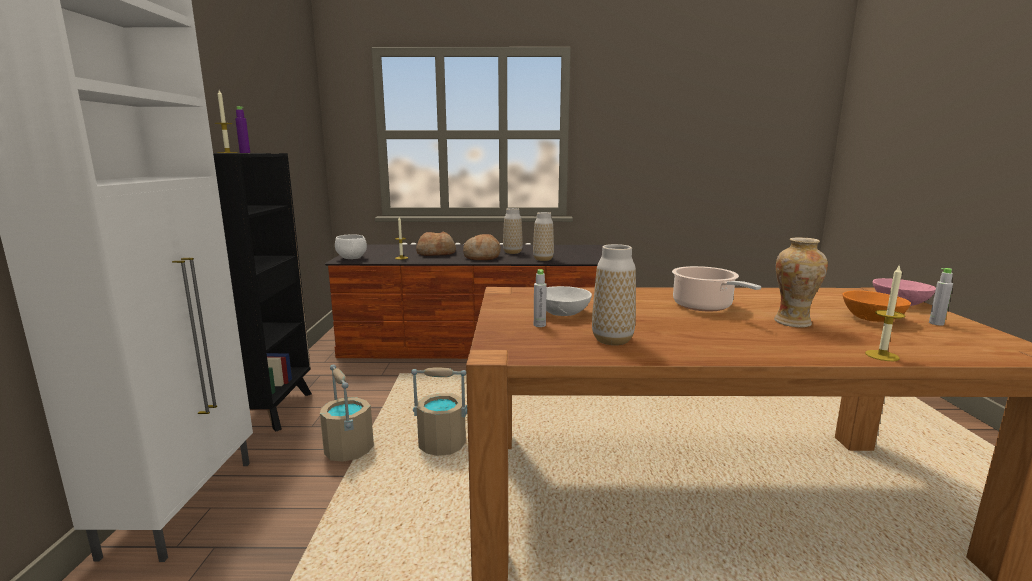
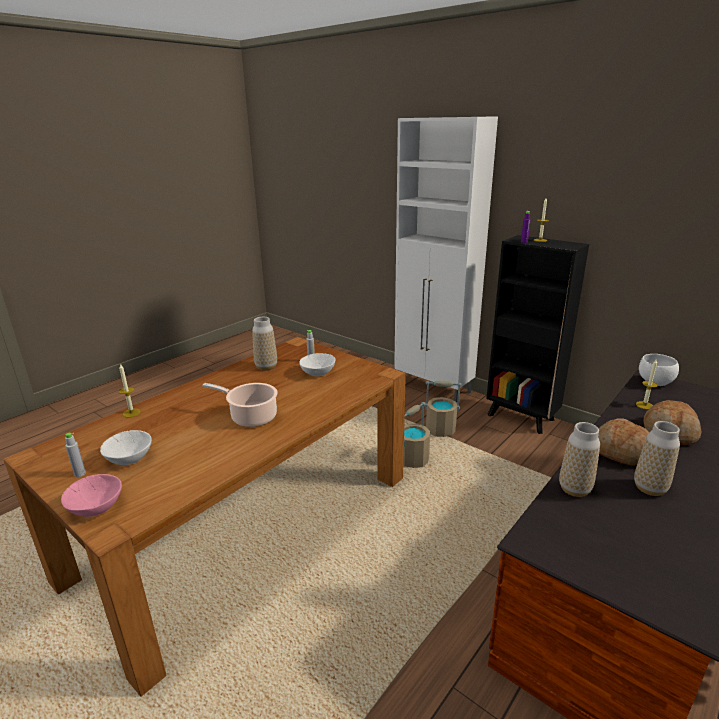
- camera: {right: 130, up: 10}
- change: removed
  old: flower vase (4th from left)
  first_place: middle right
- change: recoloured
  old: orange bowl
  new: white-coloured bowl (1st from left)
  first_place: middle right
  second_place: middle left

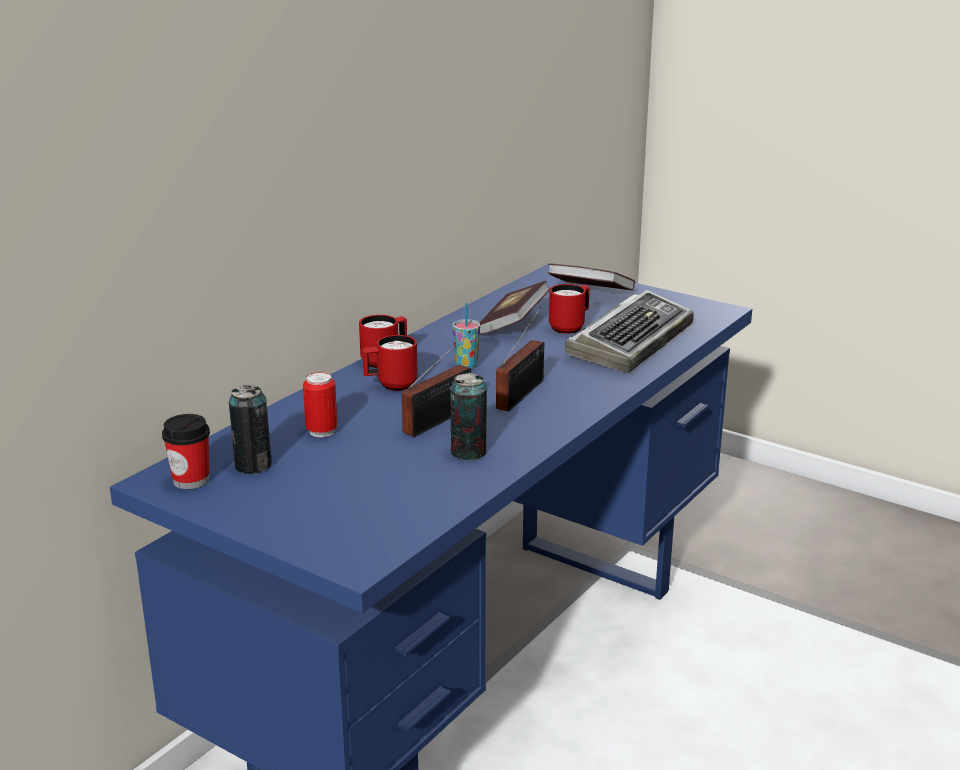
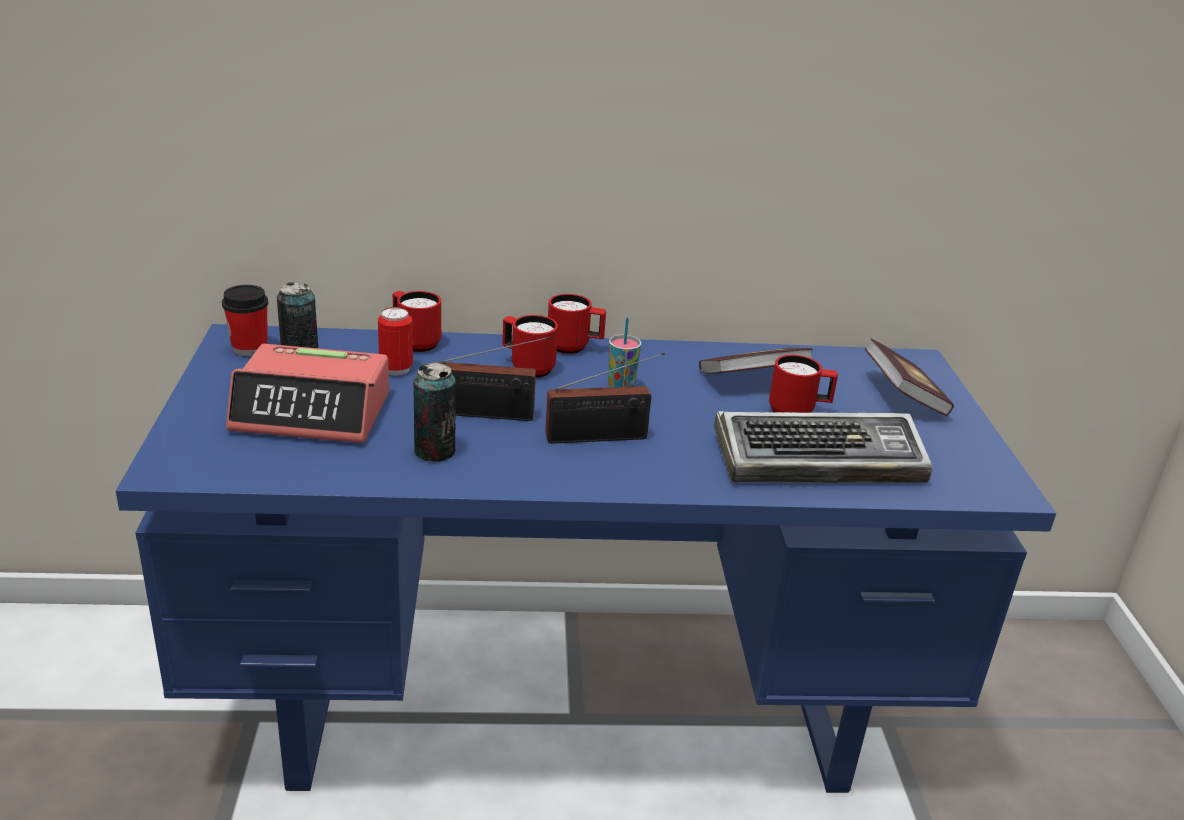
- camera: {right: 50, up: 5}
- change: added
  new: bedside clock
  second_place: middle left
- change: added
  new: red coffee mug (1st from left)
  second_place: centre

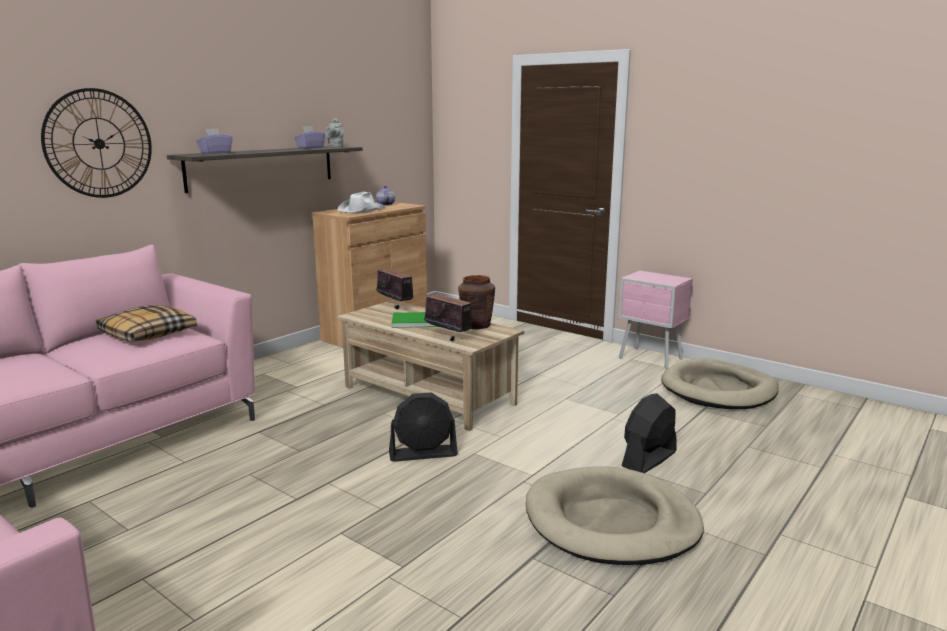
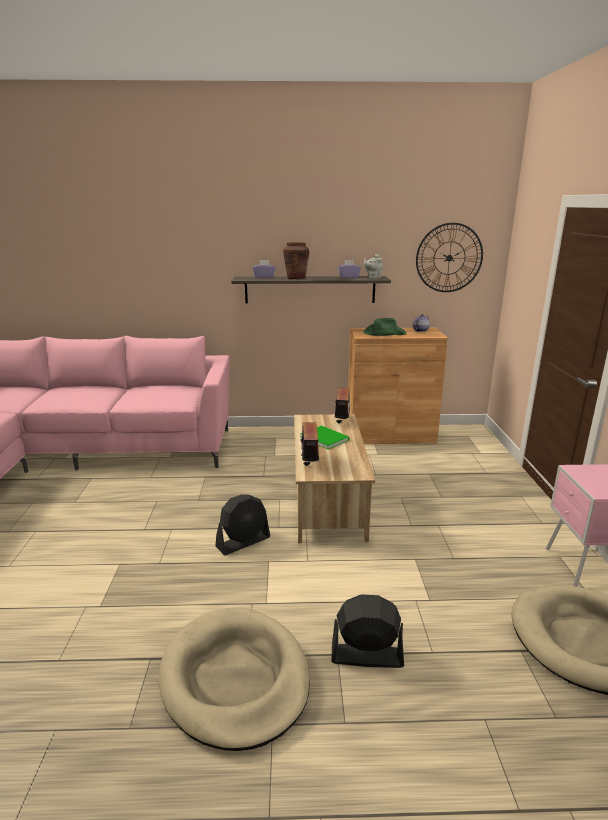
- camera: {right: 50, up: 5}
- change: moved
  old: hanging clock
  first_place: top left
  second_place: top right
- change: removed
  old: throw pillow
  first_place: middle left
- change: recoloured
  old: white-coloured wearable hat
  new: green-coloured wearable hat
  first_place: top centre
  second_place: centre
- change: turned
  old: black cooling fan (1st from left)
  first_place: bottom centre
  second_place: centre
  degrees: -75
- change: moved
  old: brownish flower vase
  first_place: centre
  second_place: top centre

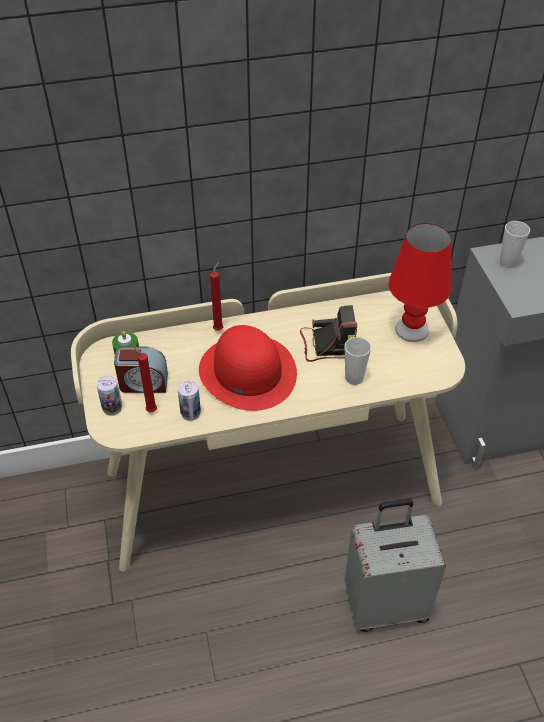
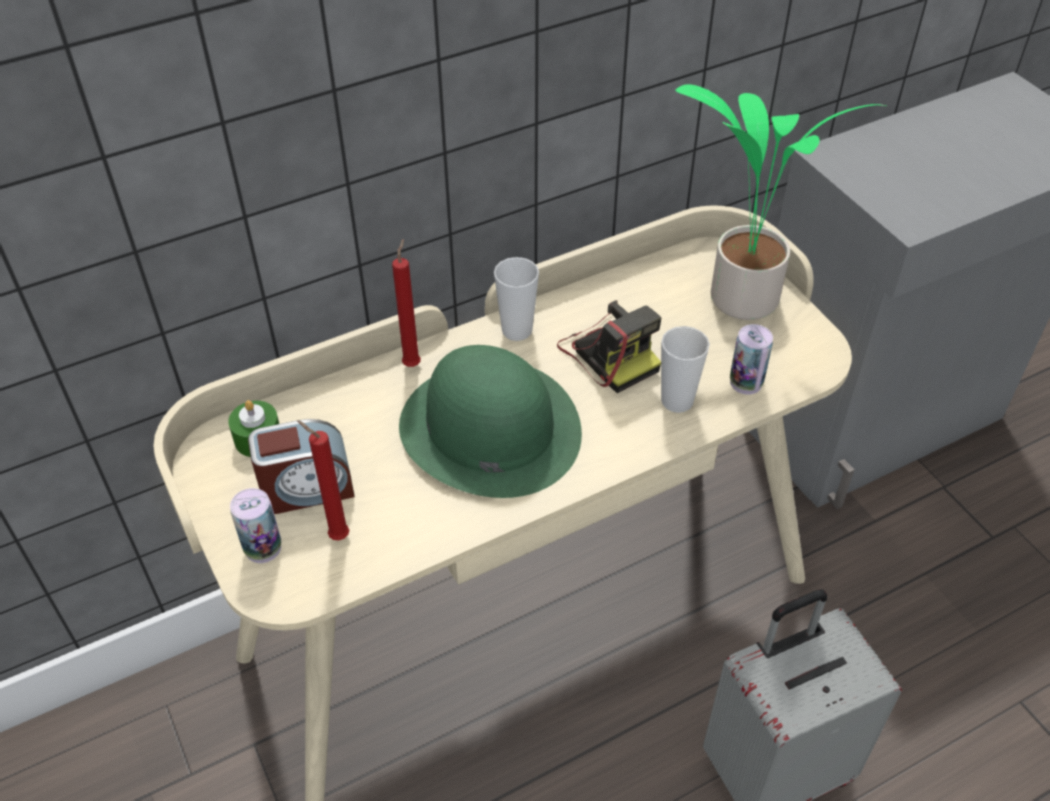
- camera: {right: -15, up: 0}
- change: moved
  old: can (2nd from left)
  first_place: centre
  second_place: middle right
- change: recoloured
  old: red wearable hat
  new: green-coloured wearable hat
  first_place: centre
  second_place: centre
- change: turned
  old: photo camera
  first_place: centre
  second_place: centre
  degrees: 75
- change: replaced
  old: red lamp for a table
  new: potted plant
  first_place: middle right
  second_place: top right
- change: moved
  old: cup (2nd from left in the first image)
  new: cup (1st from left)
  first_place: middle right
  second_place: centre

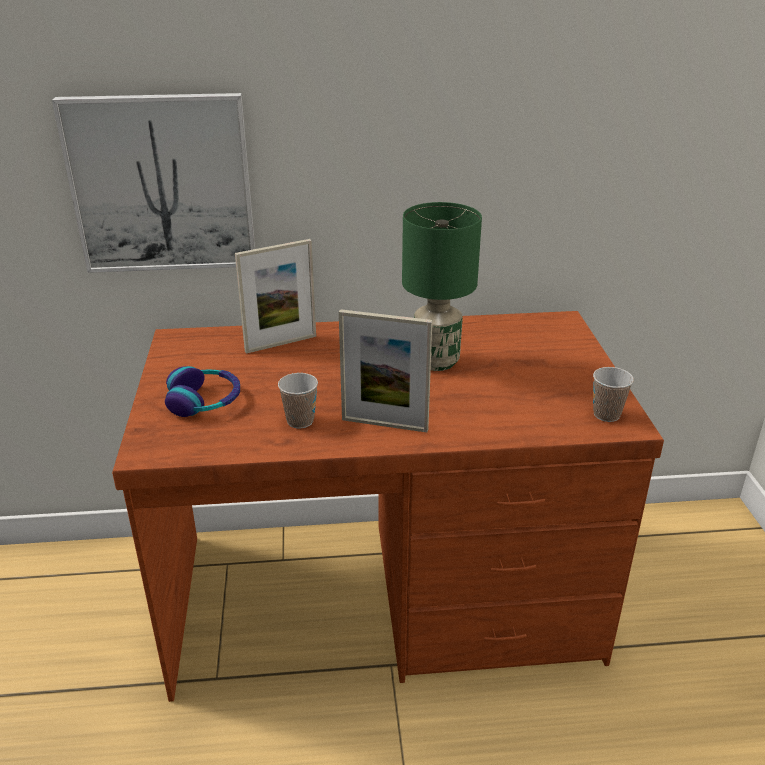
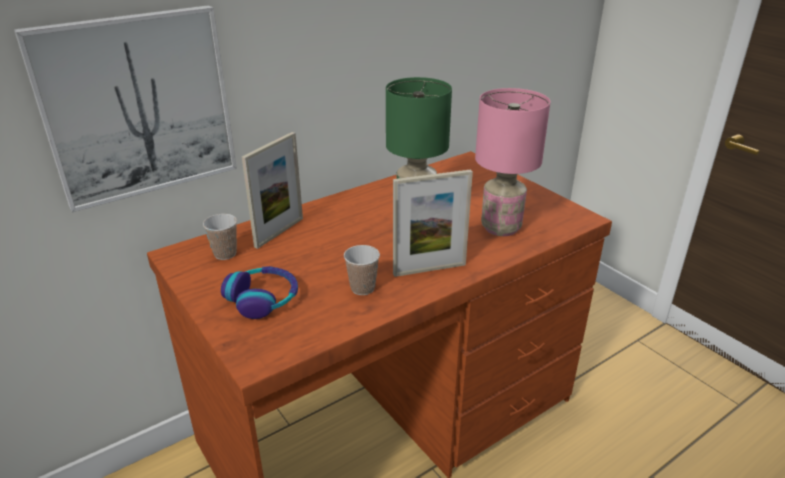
- camera: {right: -30, up: 0}
- change: moved
  old: cup (2nd from left in the first image)
  new: cup (1st from left)
  first_place: middle right
  second_place: middle left
- change: added
  new: pink lamp for a table
  second_place: centre

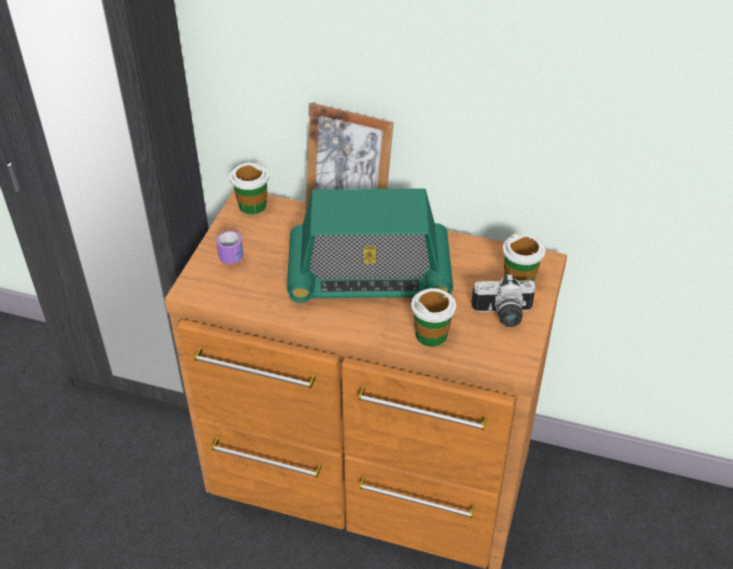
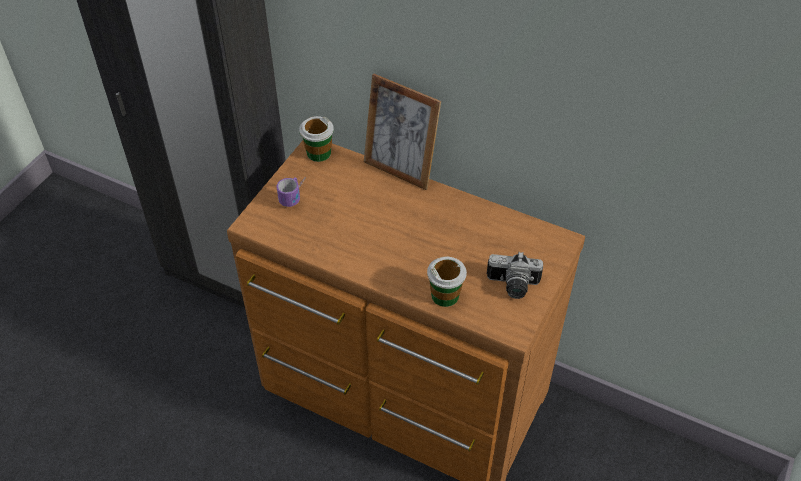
- camera: {right: 10, up: 5}
- change: removed
  old: radio
  first_place: centre
- change: removed
  old: cup (3rd from left)
  first_place: middle right

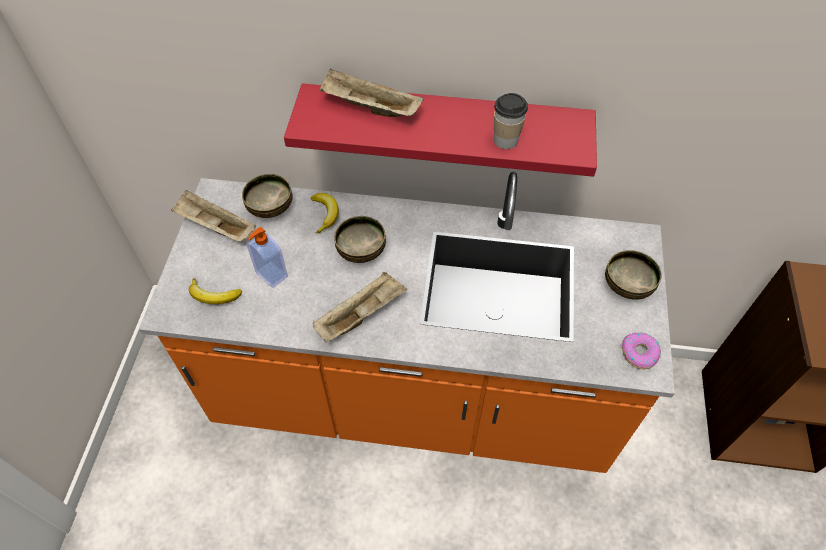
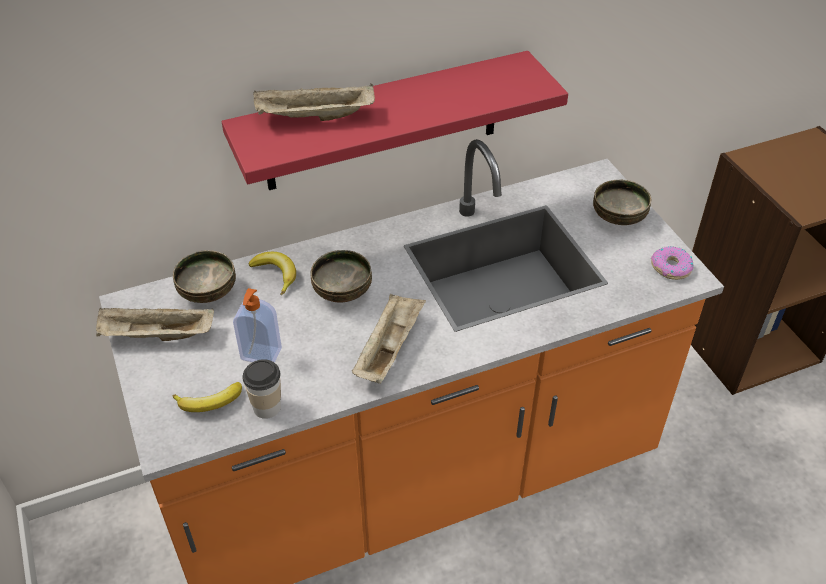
- camera: {right: -30, up: -10}
- change: moved
  old: cup
  first_place: top centre
  second_place: middle left

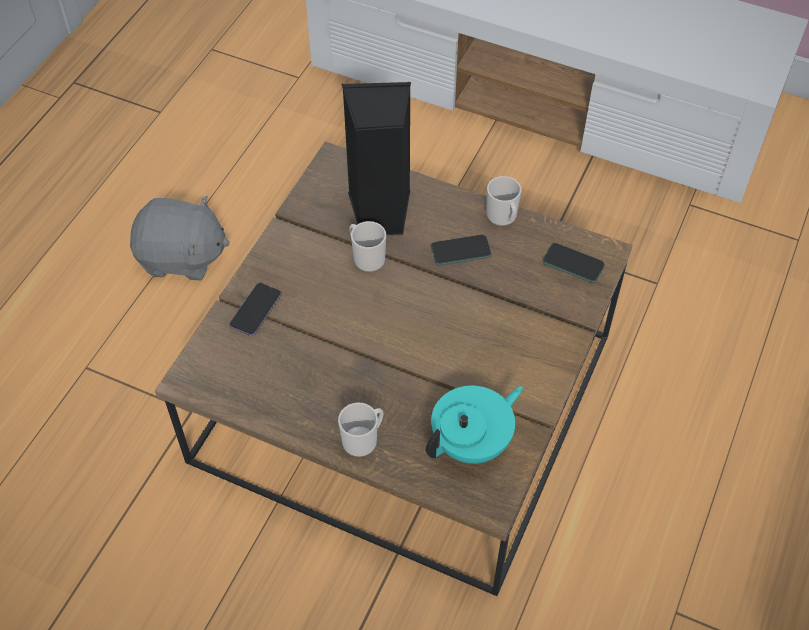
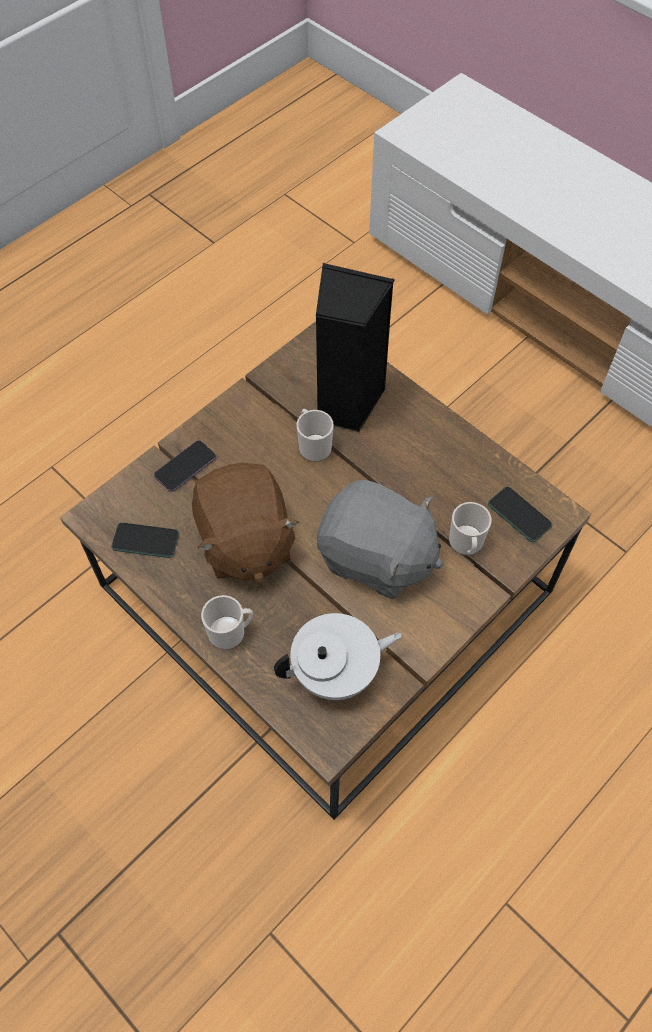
- camera: {right: 20, up: 5}
- change: moved
  old: greyish plush toy
  first_place: middle left
  second_place: centre
- change: recoloured
  old: blue-green teapot
  new: white-coloured teapot
  first_place: bottom centre
  second_place: centre
- change: moved
  old: phone (2nd from left in the first image)
  new: phone (1st from left)
  first_place: centre
  second_place: middle left
- change: moved
  old: coffee mug (3rd from left)
  first_place: top centre
  second_place: middle right
- change: added
  new: brownish plush toy
  second_place: centre

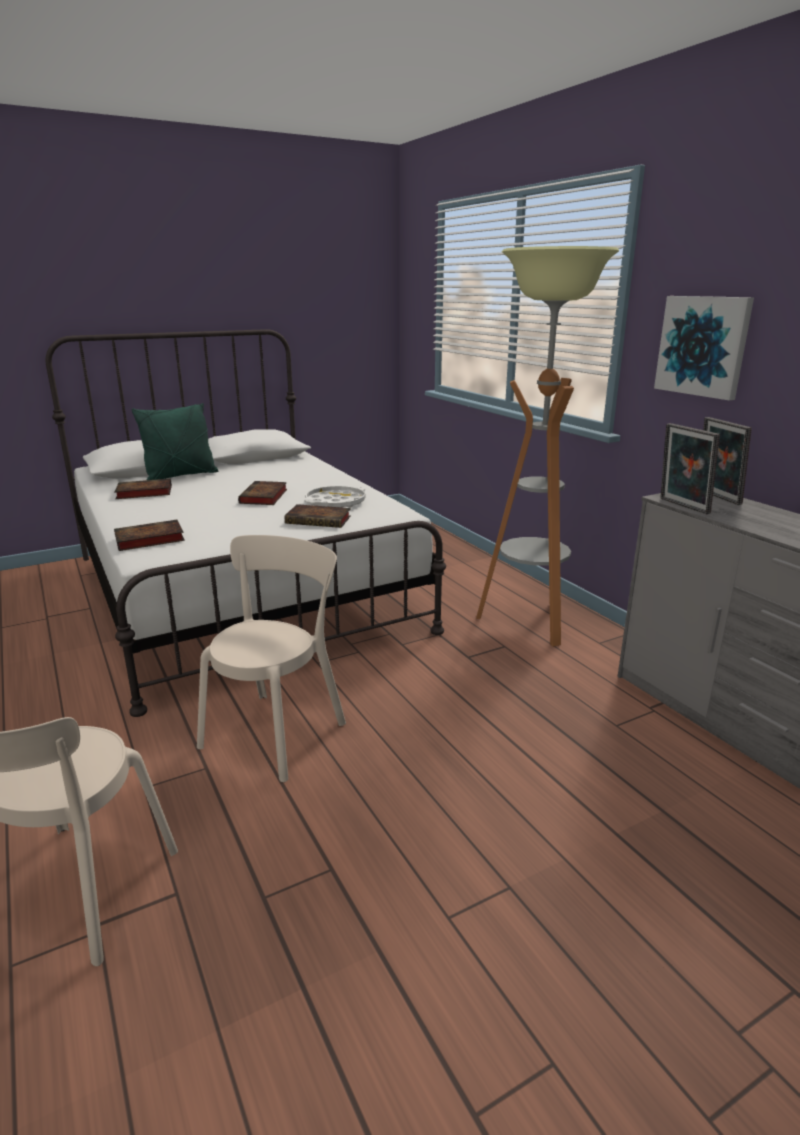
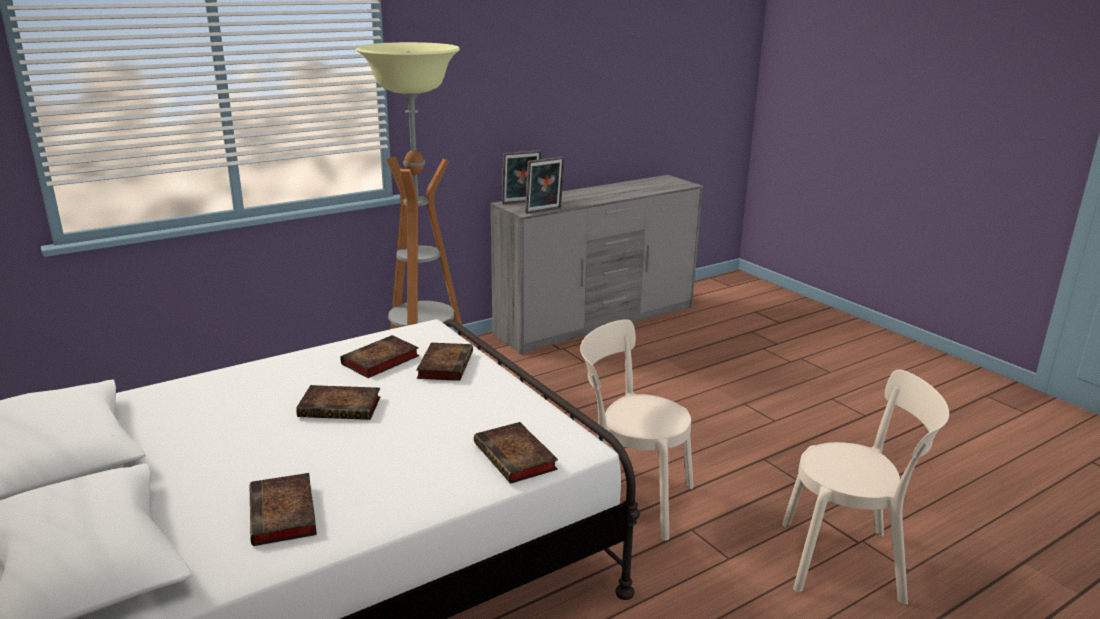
- camera: {right: -95, up: 0}
- change: removed
  old: green-coloured throw pillow
  first_place: middle left
- change: replaced
  old: white-coloured carrying tray
  new: volume (3rd from left)
  first_place: centre
  second_place: centre
- change: removed
  old: picture
  first_place: top right

